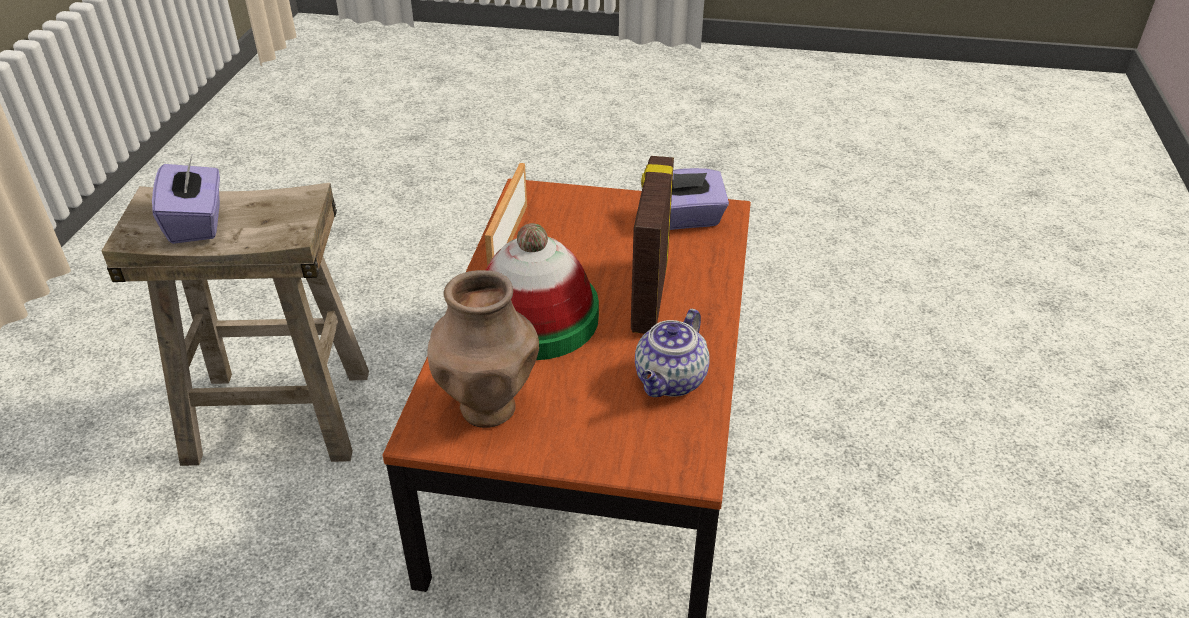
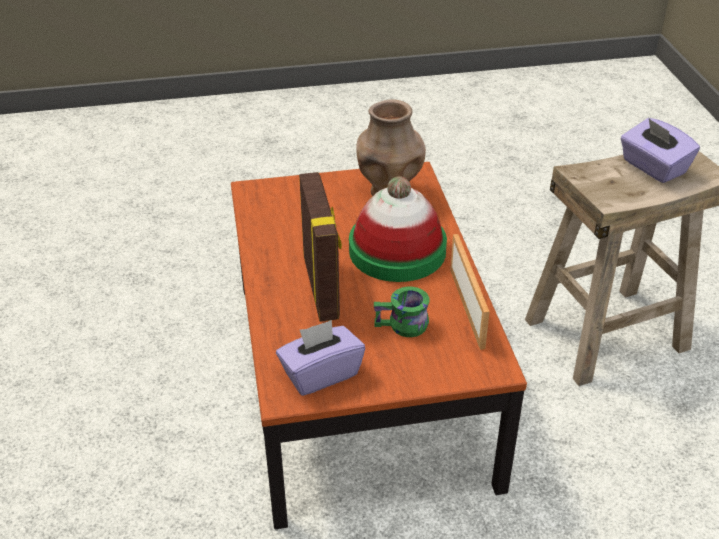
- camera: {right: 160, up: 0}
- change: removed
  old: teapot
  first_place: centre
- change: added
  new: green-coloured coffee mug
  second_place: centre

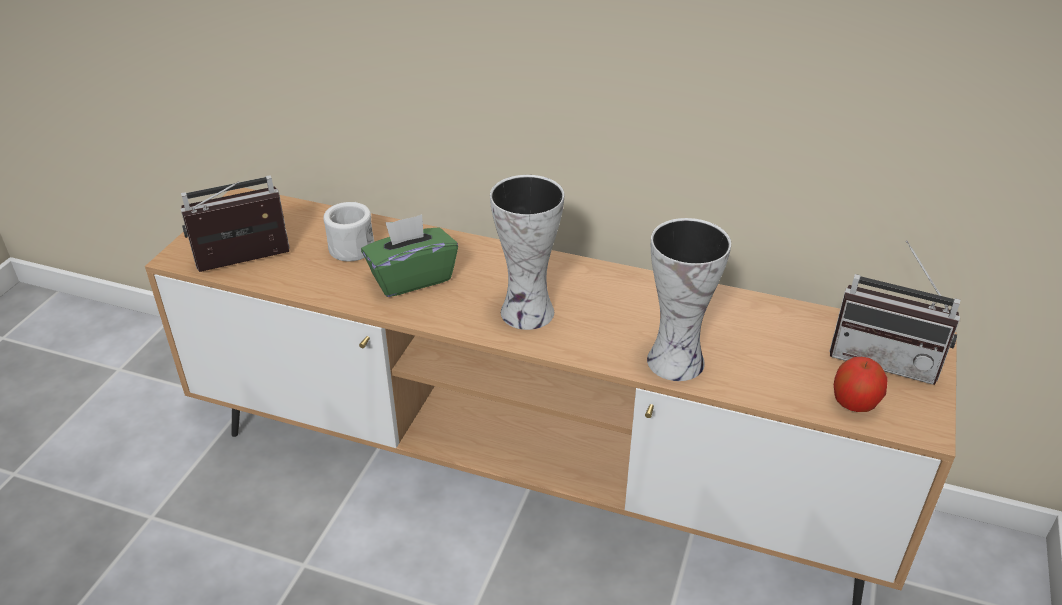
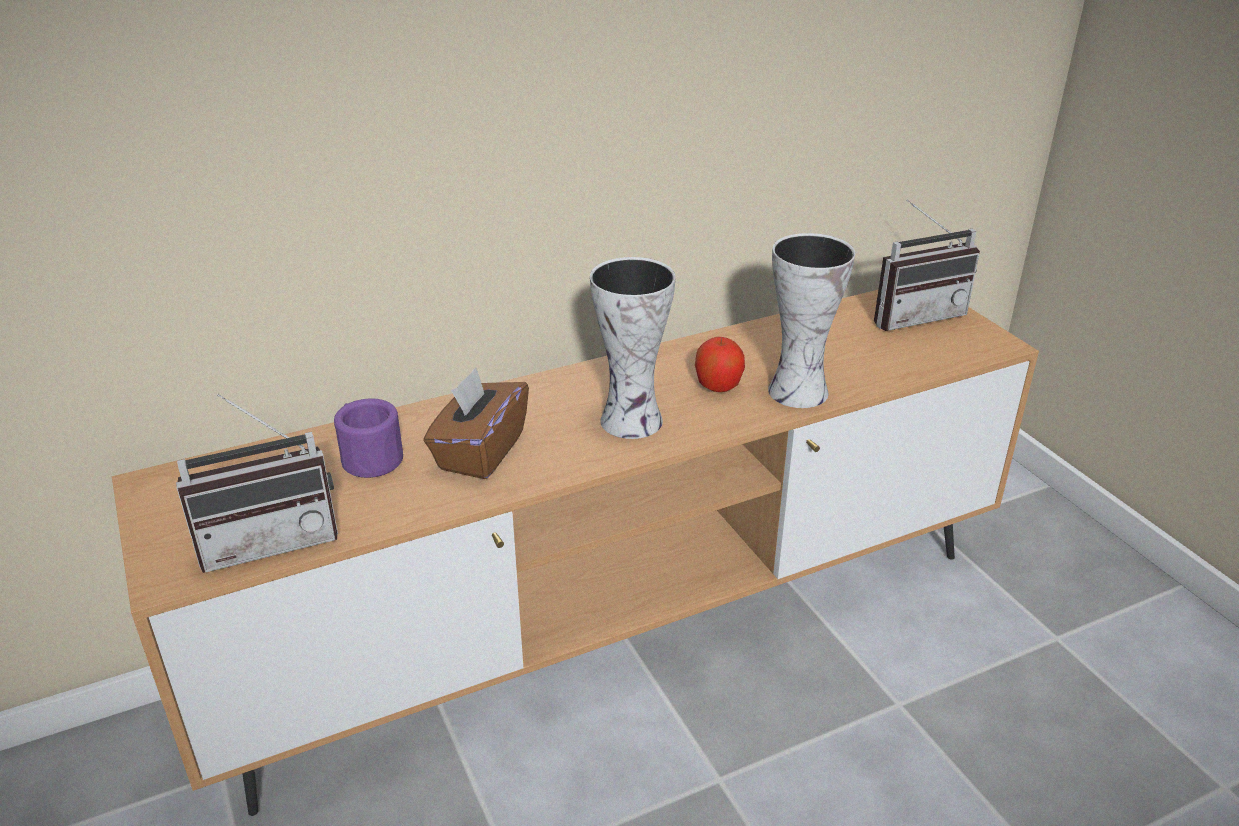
- camera: {right: -45, up: -5}
- change: turned
  old: radio (1st from left)
  first_place: middle left
  second_place: middle left
  degrees: -135
- change: recoloured
  old: white-coloured coffee mug
  new: purplish coffee mug
  first_place: middle left
  second_place: middle left
- change: recoloured
  old: green-coloured box of tissues
  new: brownish box of tissues
  first_place: centre
  second_place: centre
- change: moved
  old: apple
  first_place: middle right
  second_place: centre

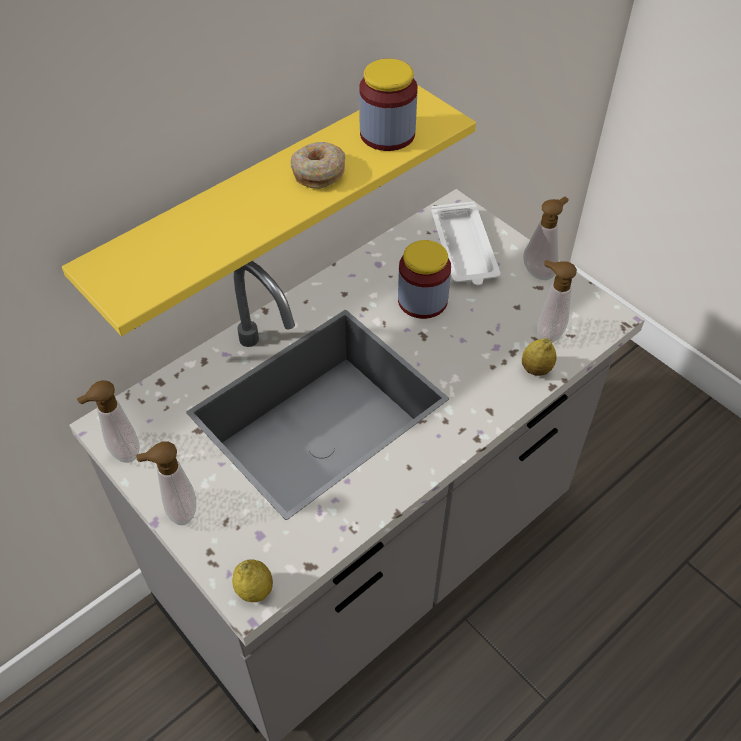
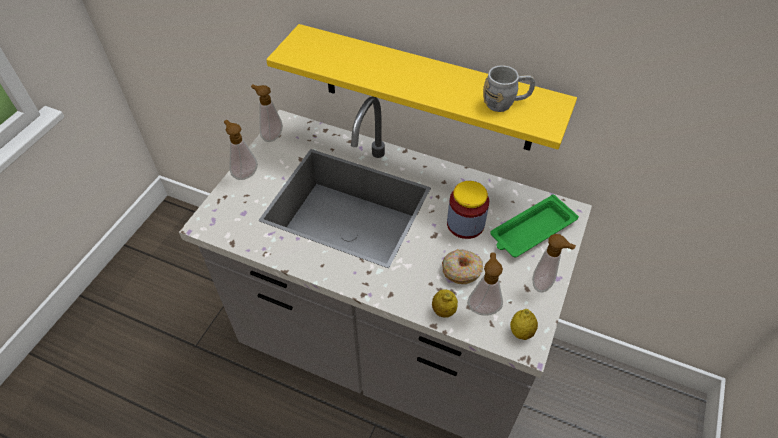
- camera: {right: 65, up: 0}
- change: moved
  old: whole lemon (1st from left in the first image)
  new: whole lemon (2nd from left)
  first_place: bottom centre
  second_place: bottom right
- change: moved
  old: ring doughnut
  first_place: top centre
  second_place: centre
- change: replaced
  old: jar (1st from left)
  new: greyish coffee mug
  first_place: top centre
  second_place: top centre
- change: recoloured
  old: white-coloured carrying tray
  new: green-coloured carrying tray
  first_place: top centre
  second_place: middle right

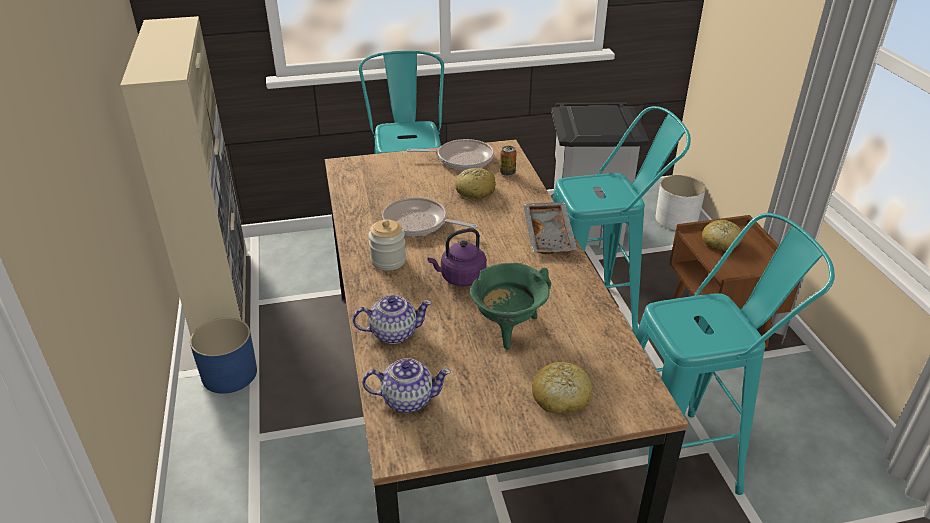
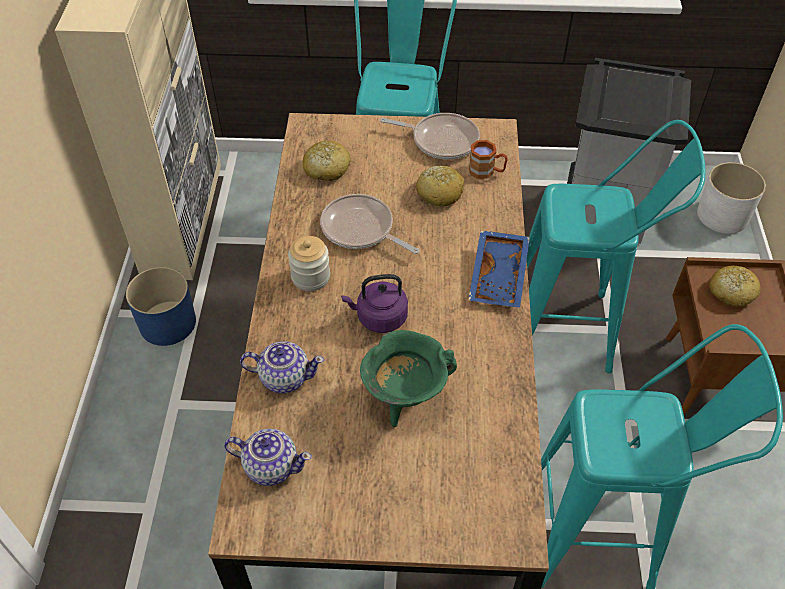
- camera: {right: 15, up: 15}
- change: replaced
  old: can
  new: brownish coffee mug
  first_place: top centre
  second_place: top centre
- change: recoloured
  old: greyish carrying tray
  new: blue-coloured carrying tray
  first_place: centre
  second_place: centre
- change: moved
  old: baked bread (2nd from left in the first image)
  new: baked bread (1st from left)
  first_place: bottom centre
  second_place: top centre

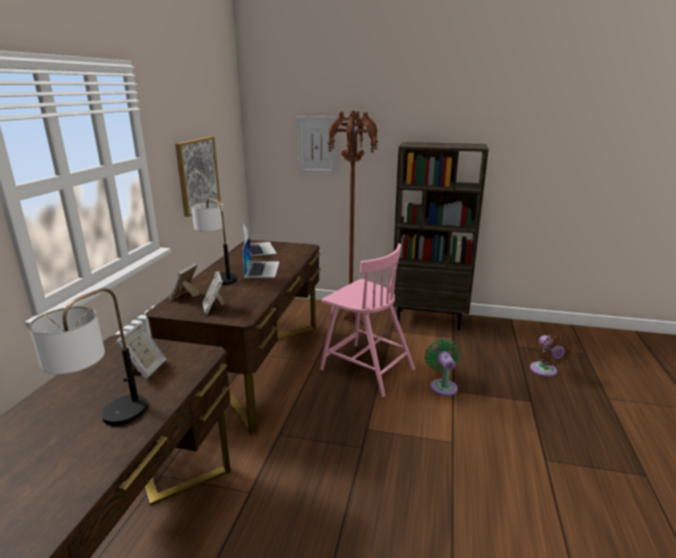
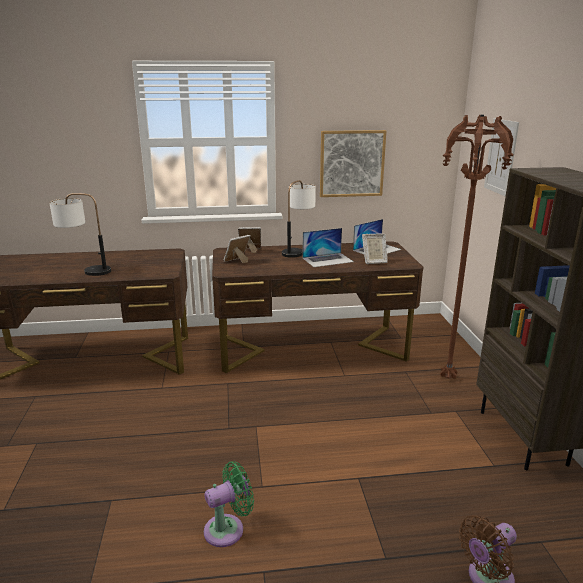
- camera: {right: 70, up: 0}
- change: moved
  old: picture frame (1st from left in the first image)
  new: picture frame (3rd from left)
  first_place: middle left
  second_place: centre
- change: removed
  old: pink plain chair
  first_place: centre
- change: moved
  old: green-coloured cooling fan
  first_place: centre
  second_place: bottom centre

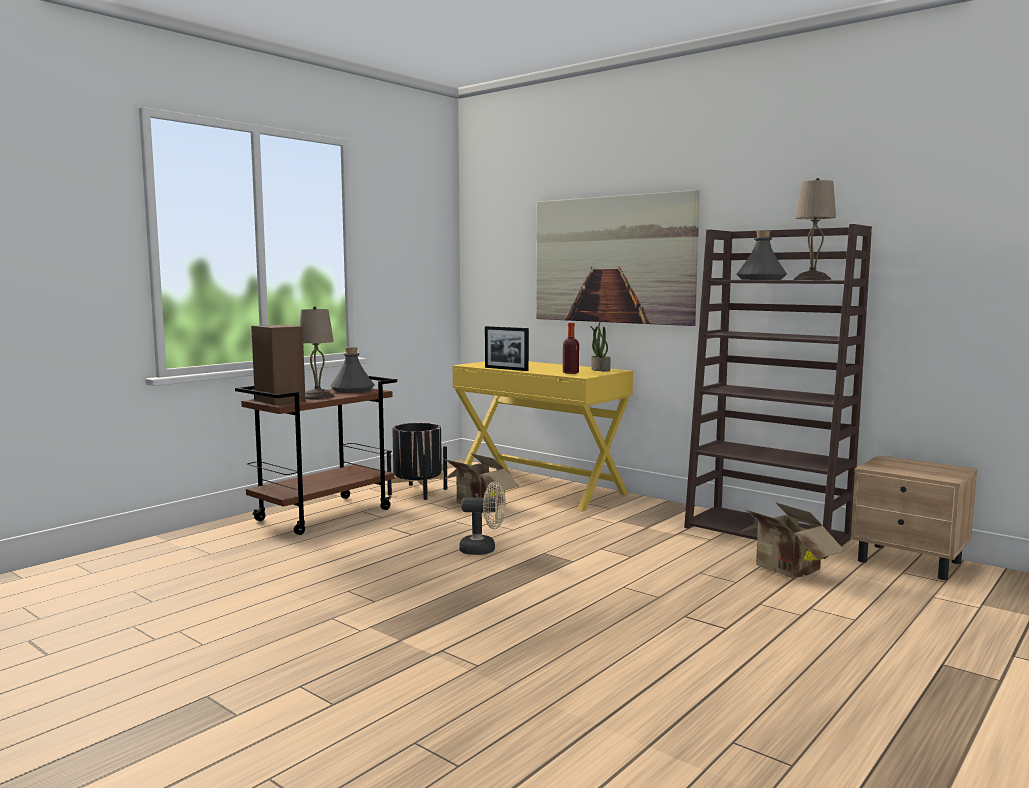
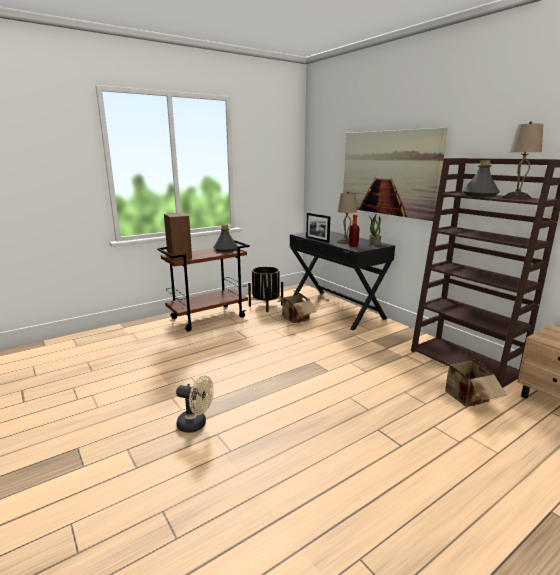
- camera: {right: 15, up: 10}
- change: moved
  old: beige lamp for a table (1st from left)
  first_place: middle left
  second_place: centre
- change: recoloured
  old: yellowish desk table
  new: black desk table
  first_place: centre
  second_place: centre
- change: moved
  old: beige cooling fan
  first_place: centre
  second_place: bottom centre

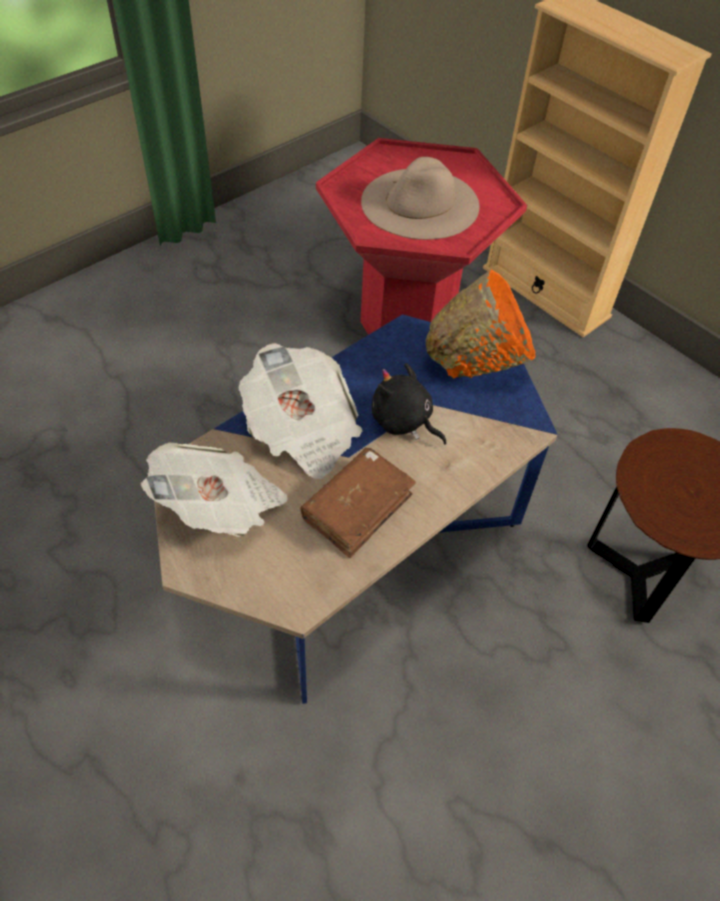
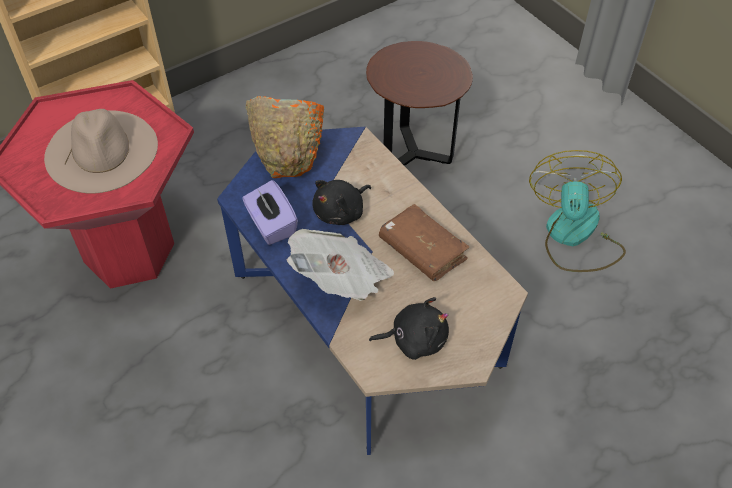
- camera: {right: -80, up: 0}
- change: replaced
  old: daily paper (1st from left)
  new: black plush toy (2nd from left)
  first_place: middle left
  second_place: bottom centre
- change: added
  new: purplish box of tissues
  second_place: centre
- change: added
  new: cooling fan
  second_place: middle right

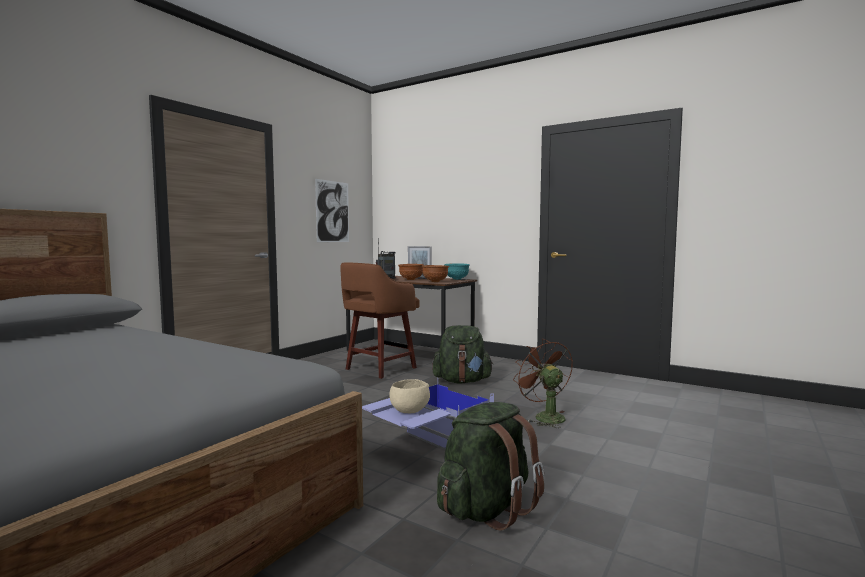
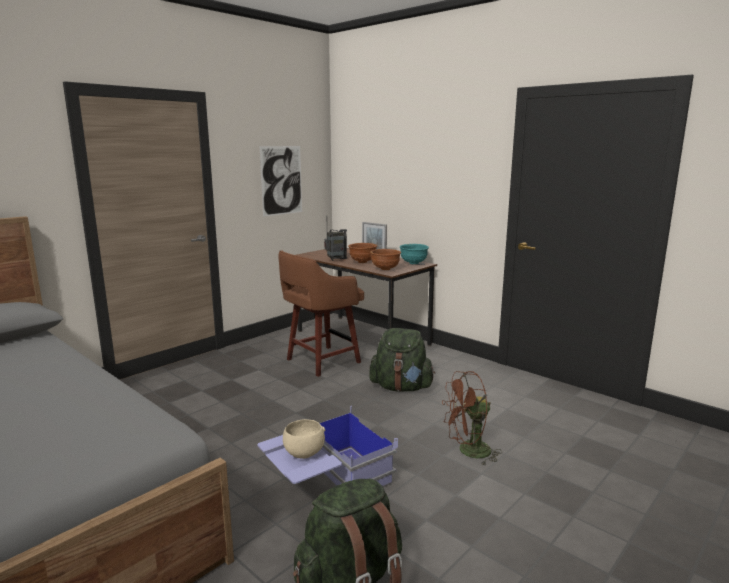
- camera: {right: 10, up: 10}
- change: turned
  old: brownish cooling fan
  first_place: centre
  second_place: bottom centre
  degrees: -90

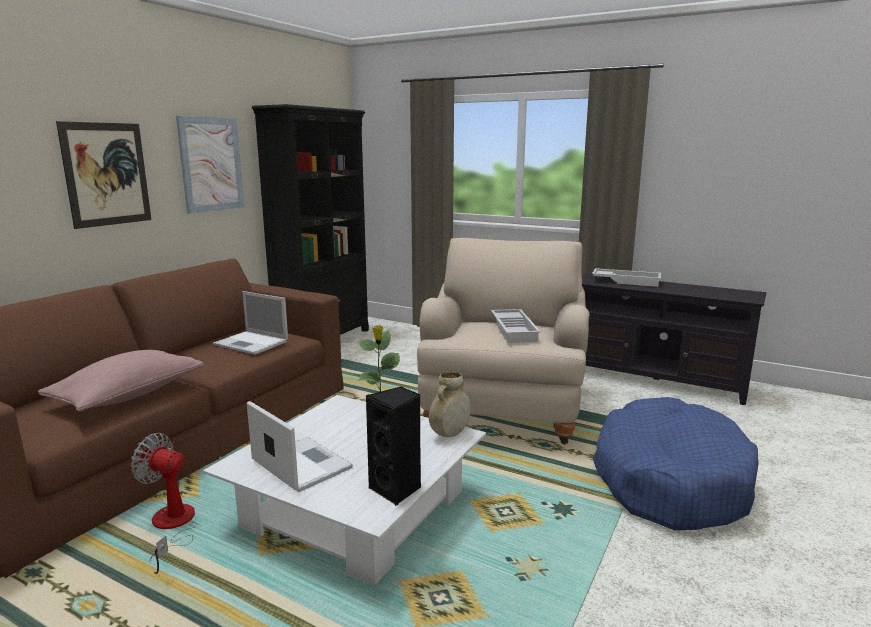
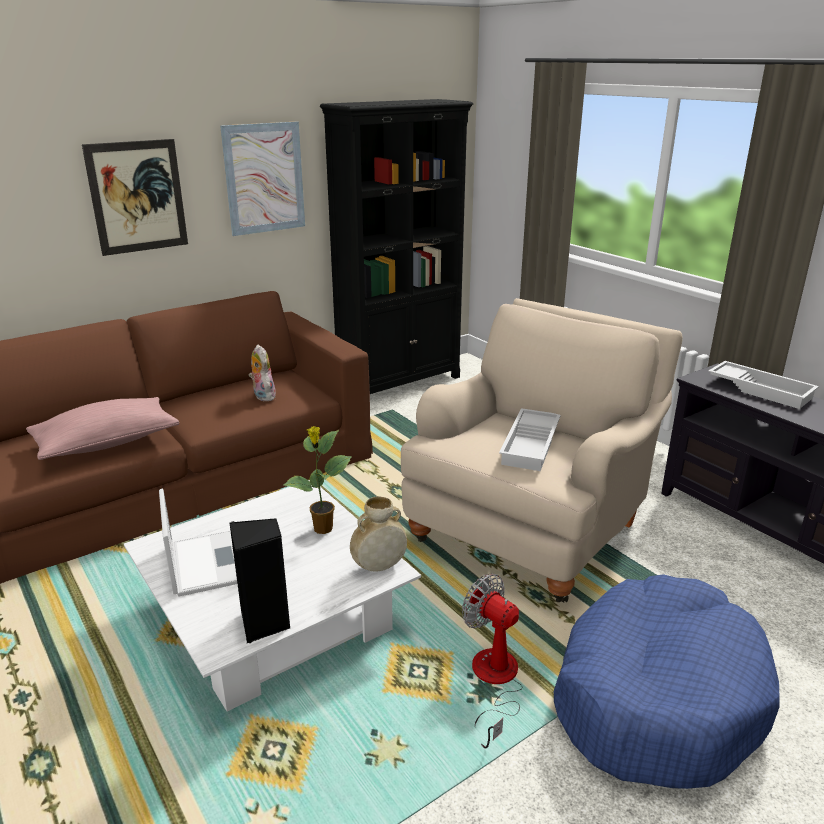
- camera: {right: 25, up: 10}
- change: moved
  old: cooling fan
  first_place: bottom left
  second_place: bottom centre
- change: replaced
  old: laptop (1st from left)
  new: plush toy
  first_place: middle left
  second_place: middle left

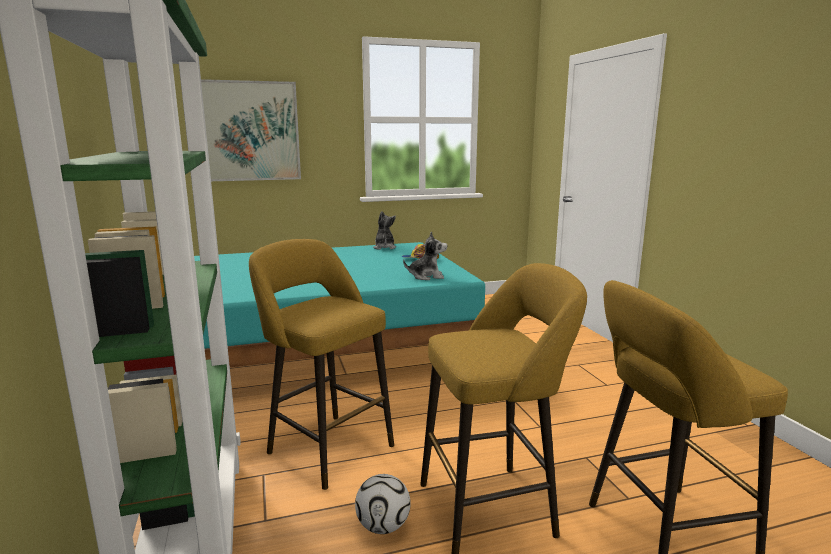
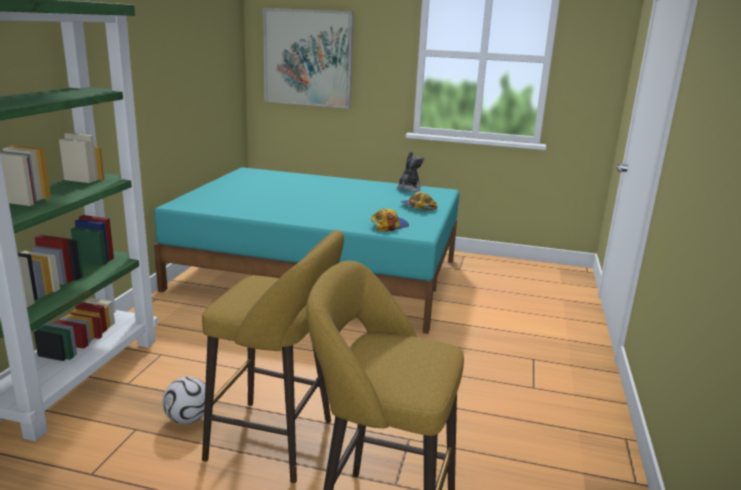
- camera: {right: 30, up: 5}
- change: removed
  old: yellowish stool (1st from left)
  first_place: centre
- change: replaced
  old: plush toy (2nd from left)
  new: peaked cap (1st from left)
  first_place: centre
  second_place: centre

